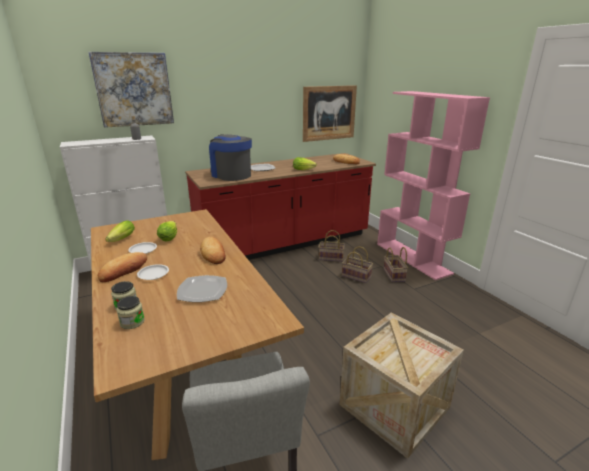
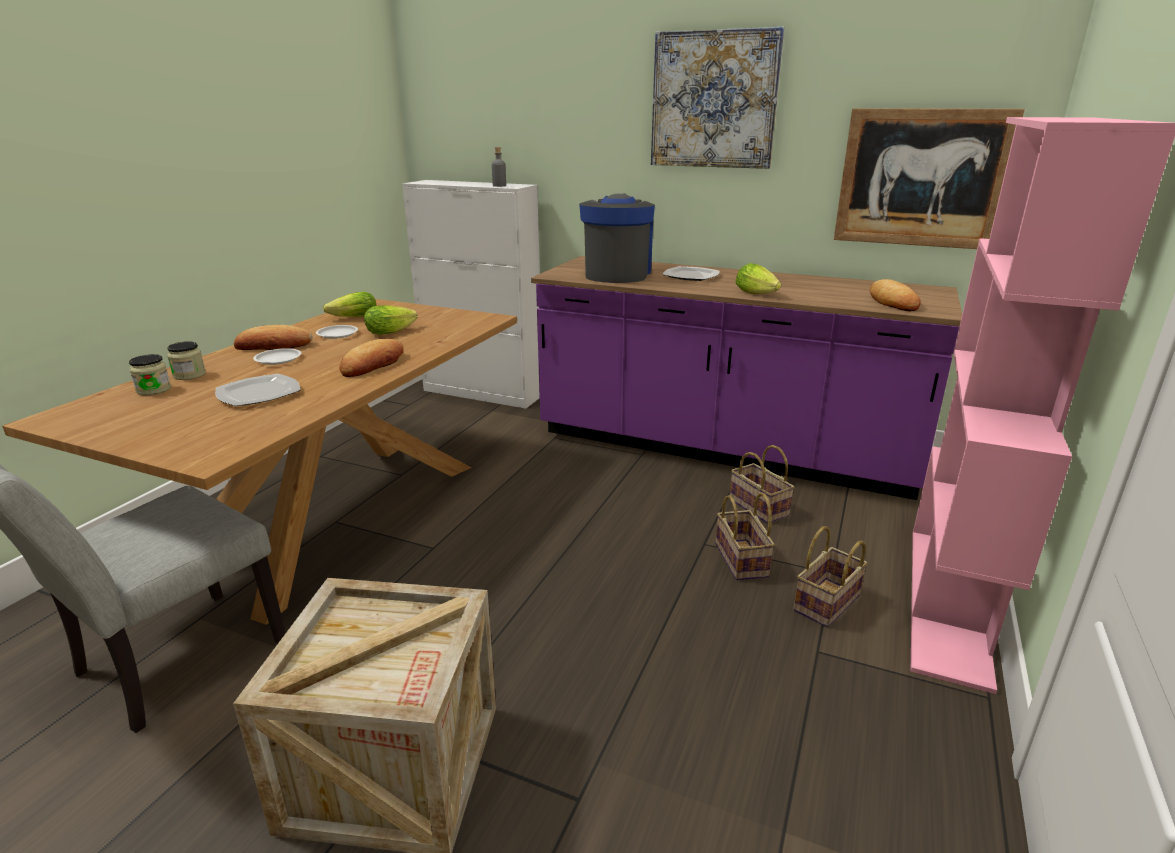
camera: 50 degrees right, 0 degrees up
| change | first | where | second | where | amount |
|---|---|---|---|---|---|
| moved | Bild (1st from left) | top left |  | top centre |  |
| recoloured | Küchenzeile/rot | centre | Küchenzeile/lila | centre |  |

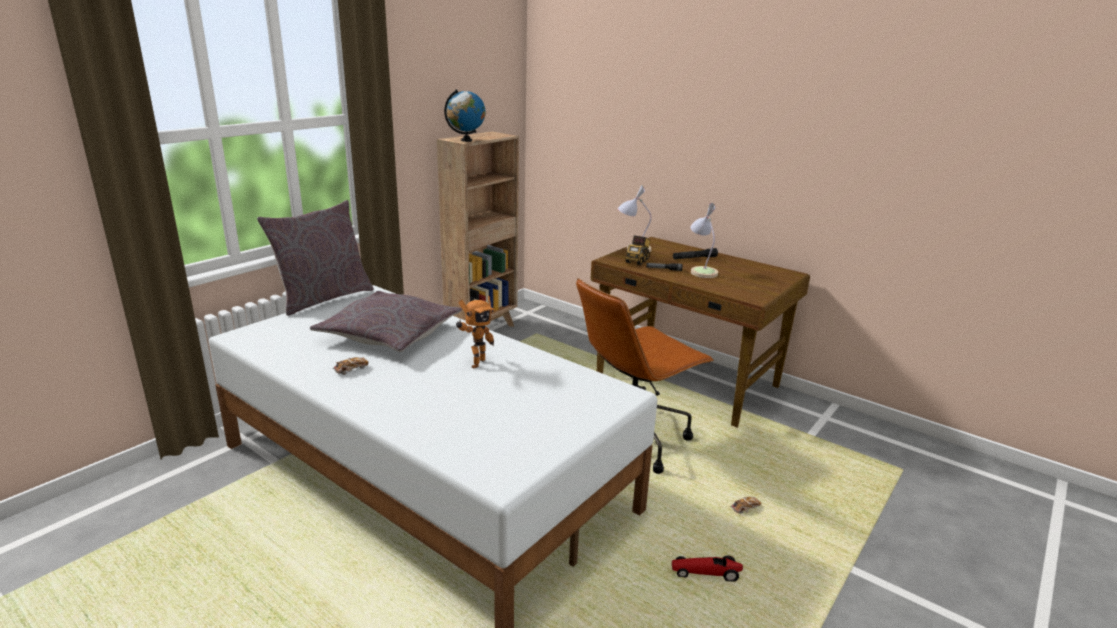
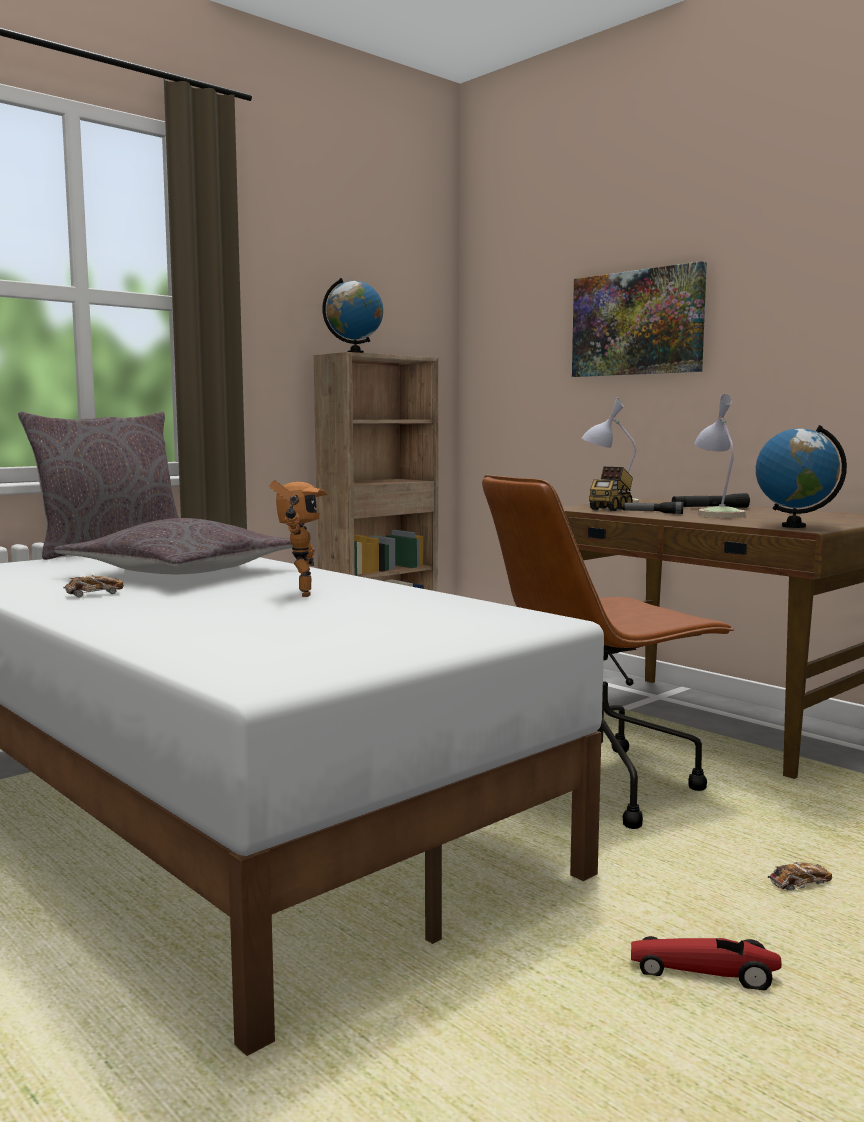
camera: 10 degrees right, 15 degrees down
| change | first | where | second | where | amount |
|---|---|---|---|---|---|
| turned | Spielzeugroboter | centre |  | centre | 45 degrees counterclockwise |
| added |  |  | Bild | top right |  |
| added |  |  | Globus (2nd from left) | middle right |  |

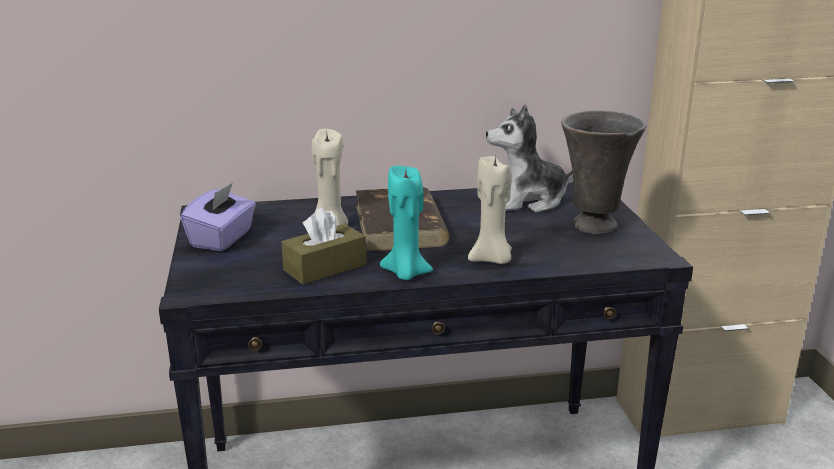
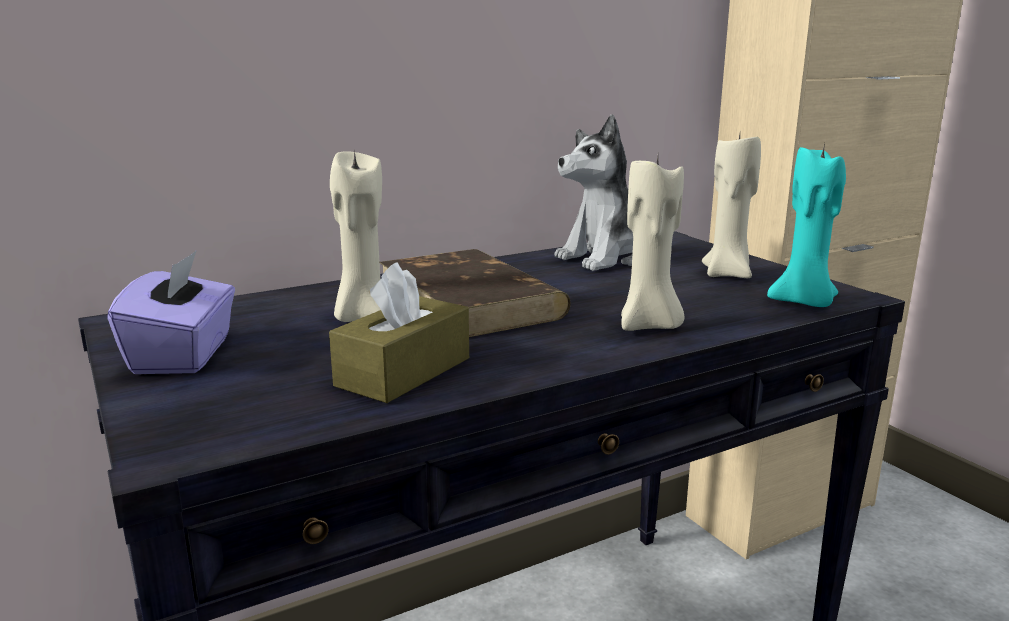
camera: 20 degrees left, 5 degrees down
| change | first | where | second | where | amount |
|---|---|---|---|---|---|
| moved | Kerze/türkis | centre |  | middle right |  |
| replaced | Vase/grau | middle right | Kerze/beige (3rd from left) | top right |  |

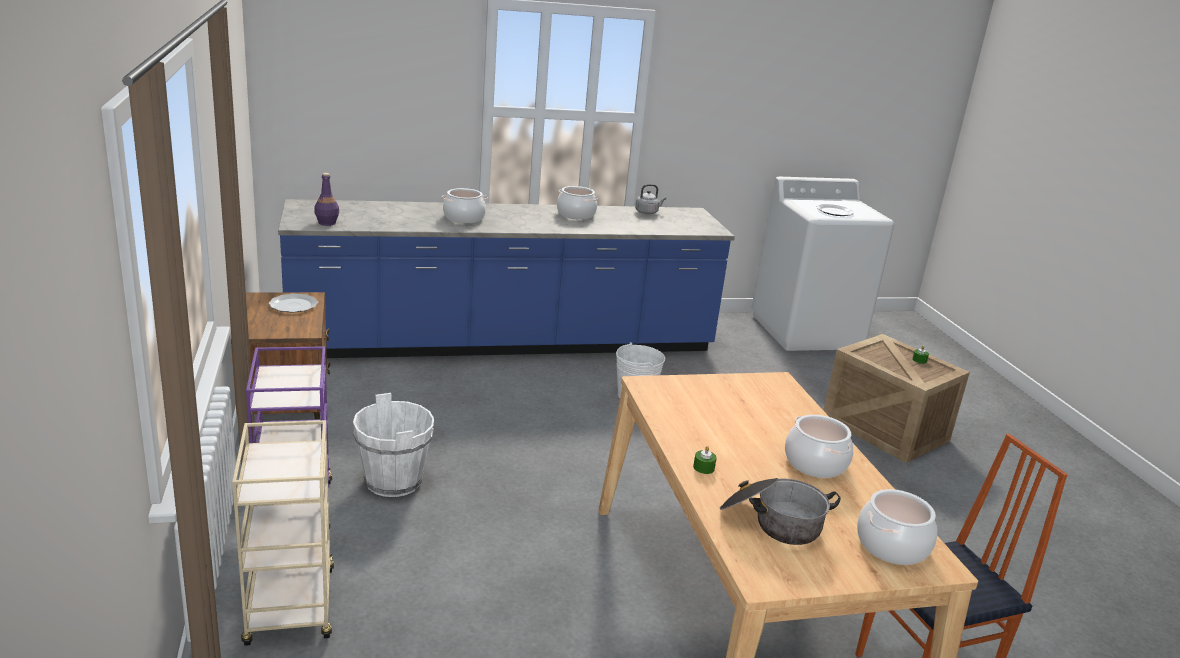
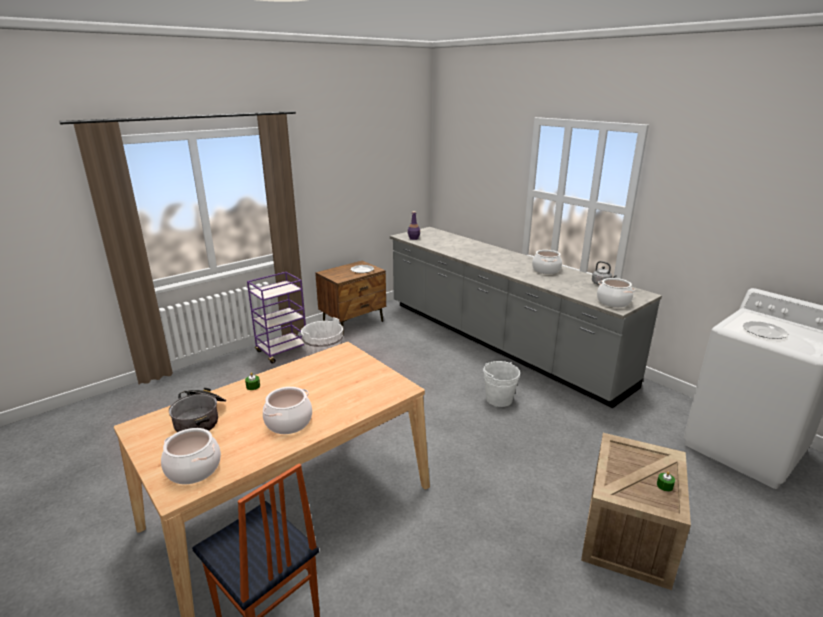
camera: 65 degrees right, 0 degrees up
| change | first | where | second | where | amount |
|---|---|---|---|---|---|
| removed | Rollwagen/beige | bottom left |  |  |  |
| recoloured | Küchenzeile/blau | centre | Küchenzeile/grau | centre |  |
| moved | Kochtopf (1st from left in the first image) | top centre | Kochtopf (5th from left) | middle right |  |

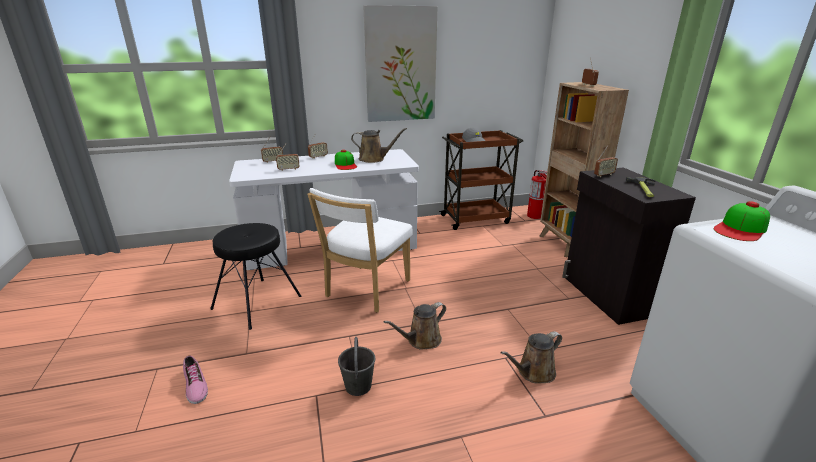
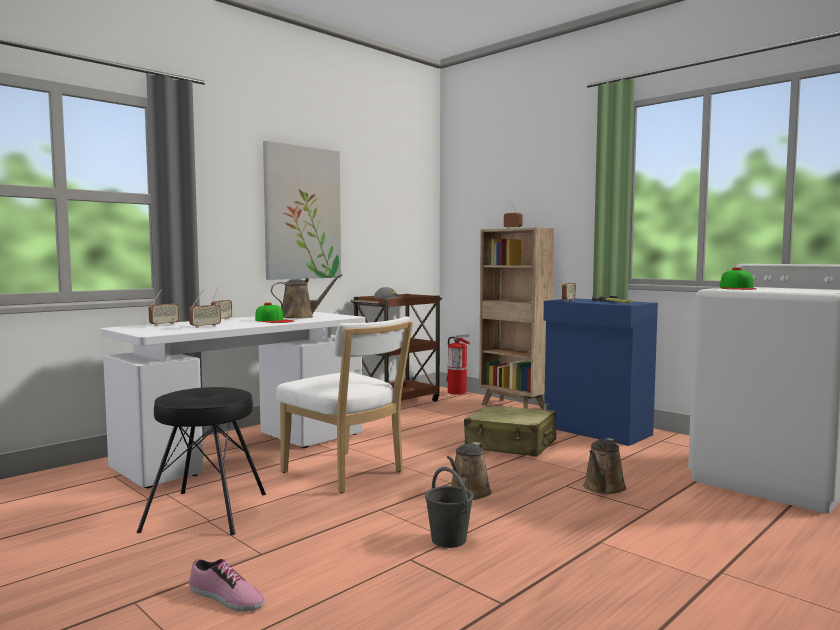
camera: 30 degrees left, 20 degrees down
| change | first | where | second | where | amount |
|---|---|---|---|---|---|
| turned | Stuhl/weiß | centre |  | centre | 45 degrees counterclockwise |
| recoloured | Schrank/schwarz | middle right | Schrank/blau | middle right |  |
| added |  |  | Koffer/beige | bottom centre |  |

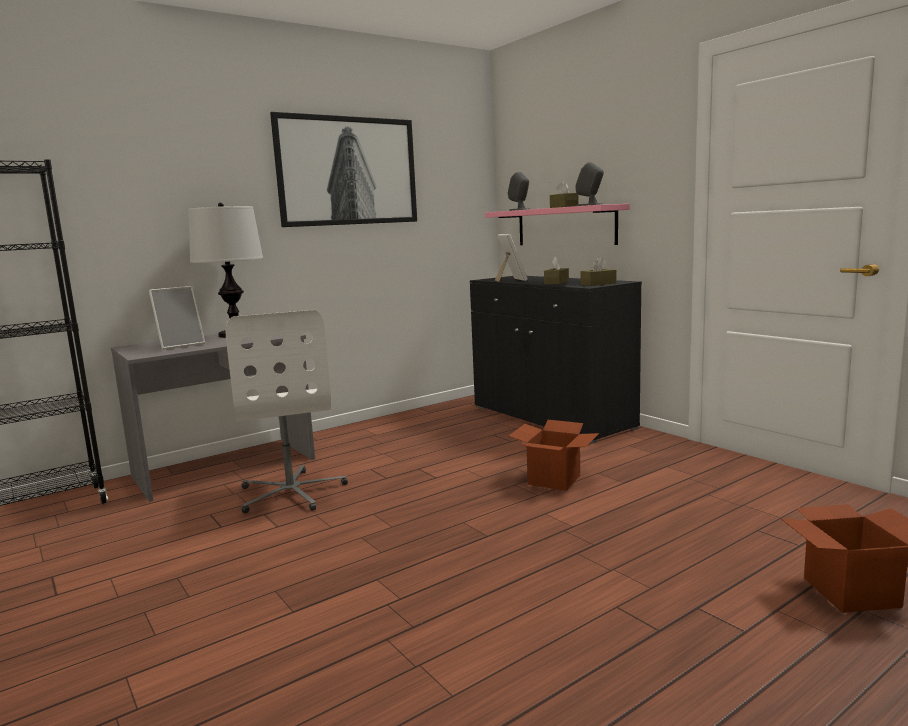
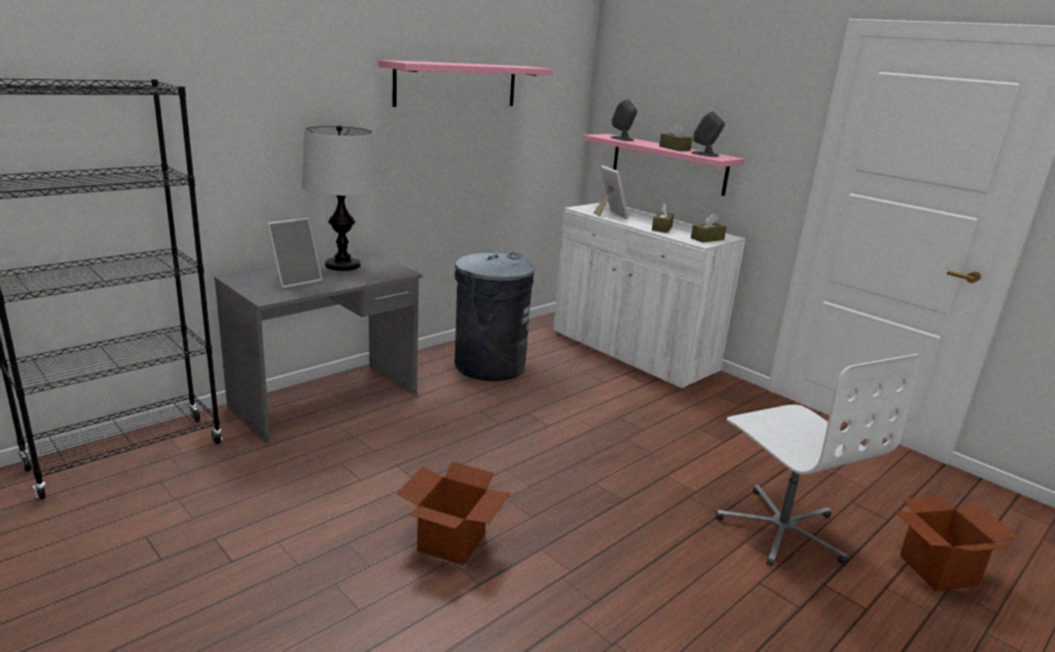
camera: 10 degrees left, 10 degrees up
| change | first | where | second | where | amount |
|---|---|---|---|---|---|
| moved | Bürostuhl/weiß | middle left |  | bottom right |  |
| replaced | Bild | top centre | Wandregal/rosa (1st from left) | top centre |  |
| recoloured | Schrank/schwarz | centre | Schrank/weiß | centre |  |
| moved | Karton (1st from left) | centre |  | bottom centre |  |
| added |  |  | Mülleimer/grau | centre |  |

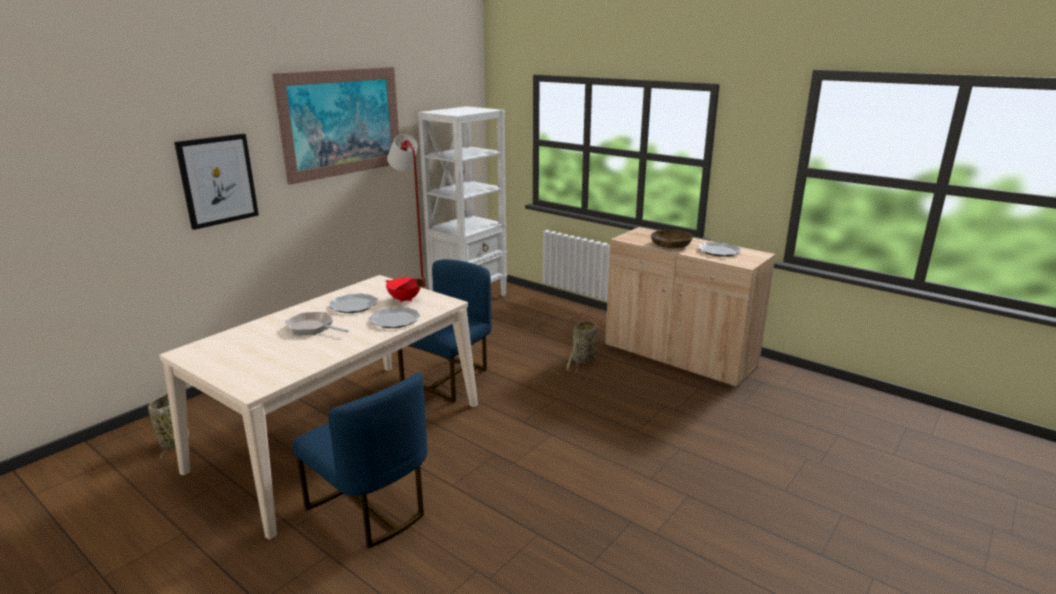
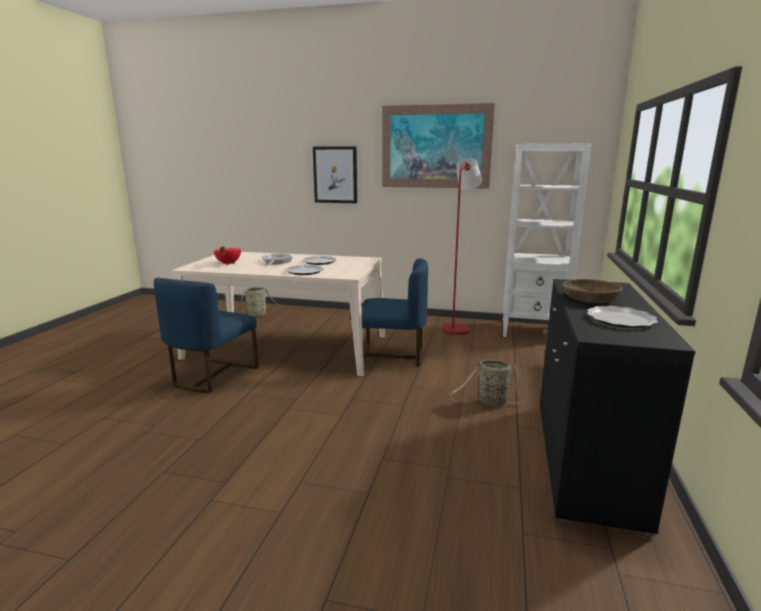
camera: 65 degrees right, 5 degrees down
| change | first | where | second | where | amount |
|---|---|---|---|---|---|
| moved | Kochtopf/rot | centre |  | middle left |  |
| recoloured | Schrank/beige | centre | Schrank/schwarz | bottom right |  |

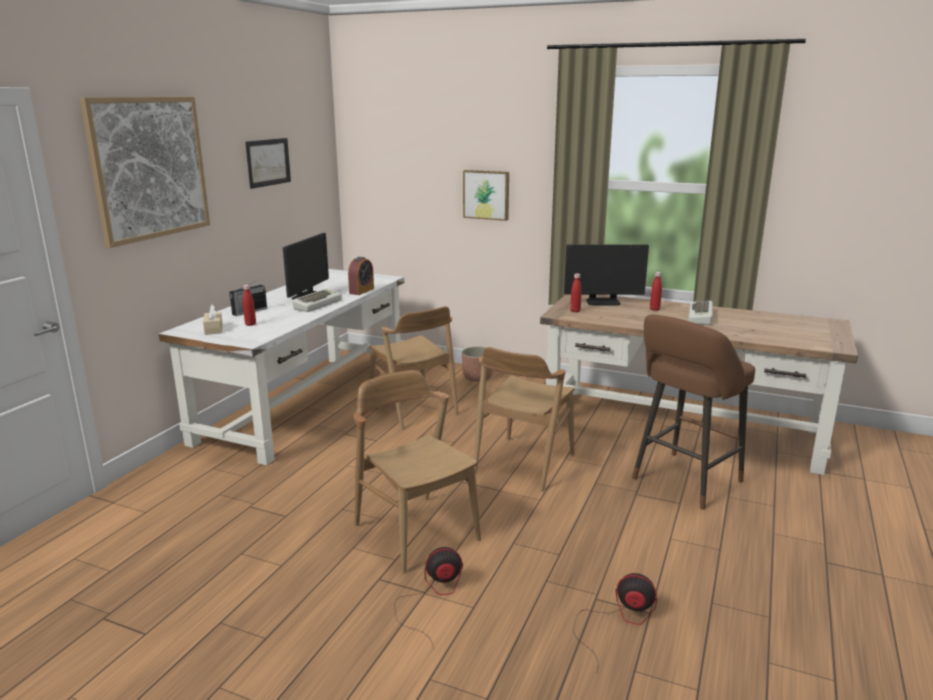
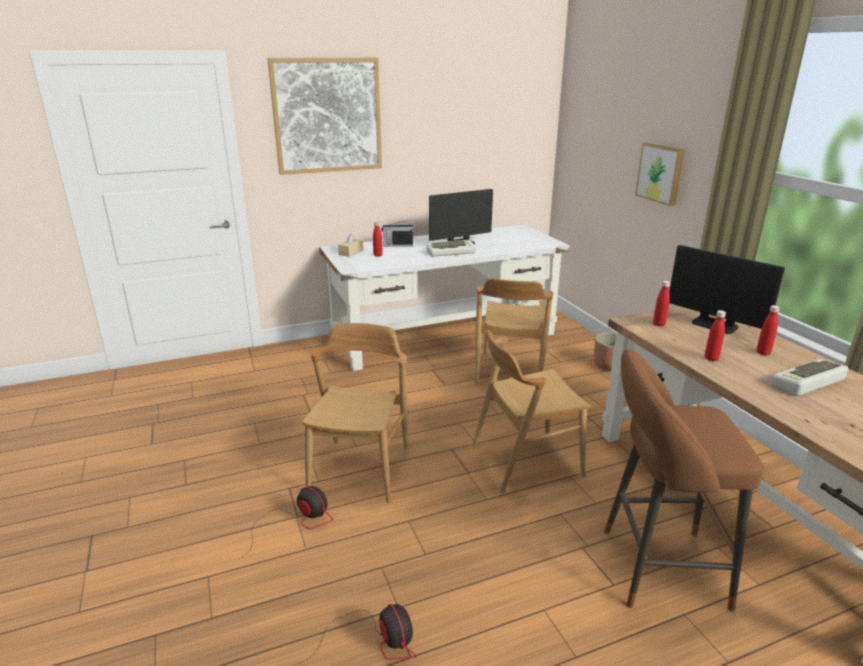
camera: 45 degrees right, 5 degrees up
| change | first | where | second | where | amount |
|---|---|---|---|---|---|
| removed | Bild (2nd from left) | top left |  |  |  |
| removed | Wecker | centre |  |  |  |
| added |  |  | Flasche/rot (3rd from left) | middle right |  |

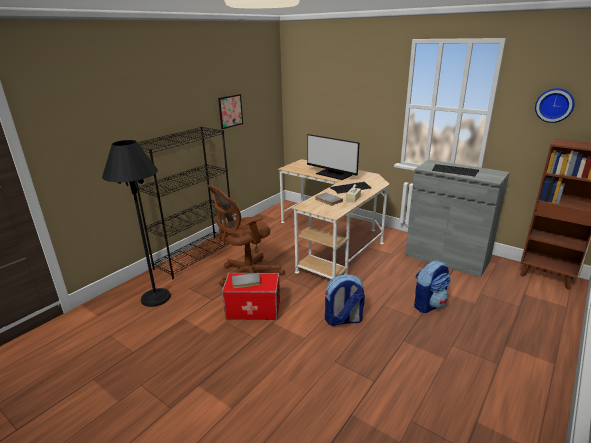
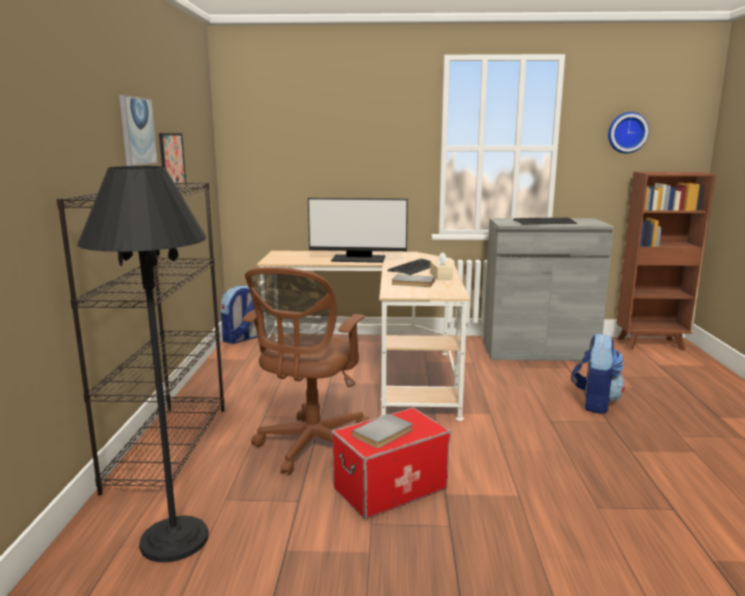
camera: 35 degrees left, 10 degrees down
| change | first | where | second | where | amount |
|---|---|---|---|---|---|
| moved | Rucksack (1st from left) | bottom centre |  | middle left |  |
| added |  |  | Bild (1st from left) | top left |  |

